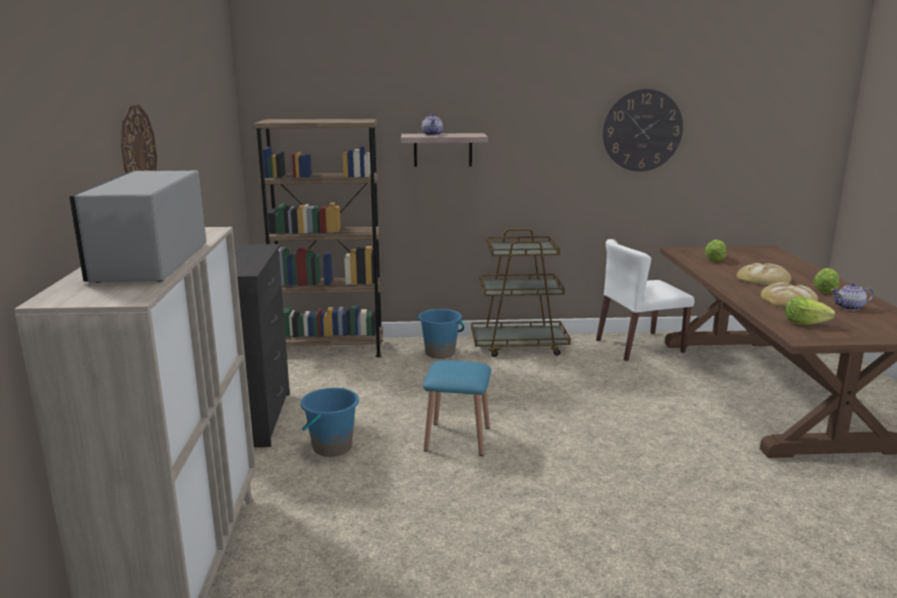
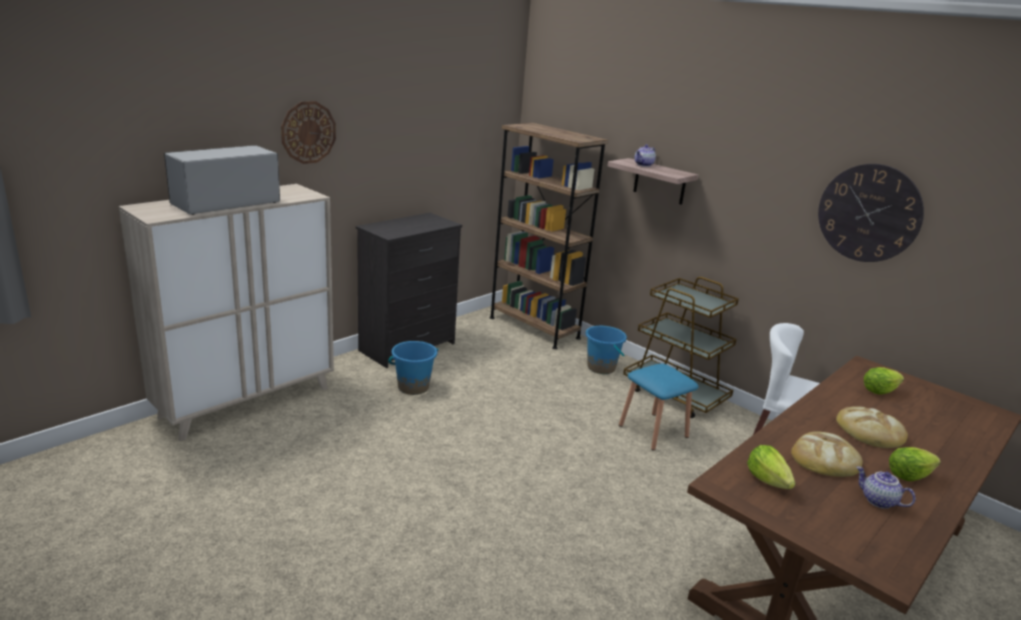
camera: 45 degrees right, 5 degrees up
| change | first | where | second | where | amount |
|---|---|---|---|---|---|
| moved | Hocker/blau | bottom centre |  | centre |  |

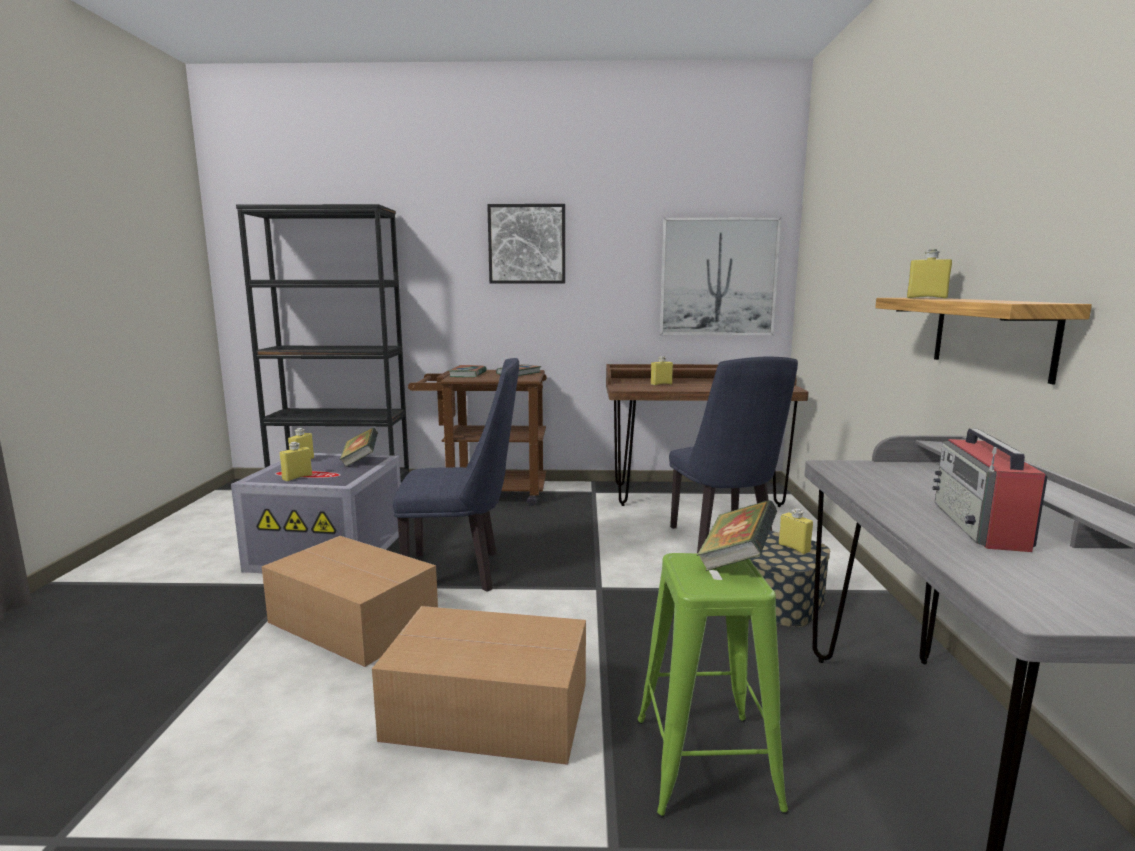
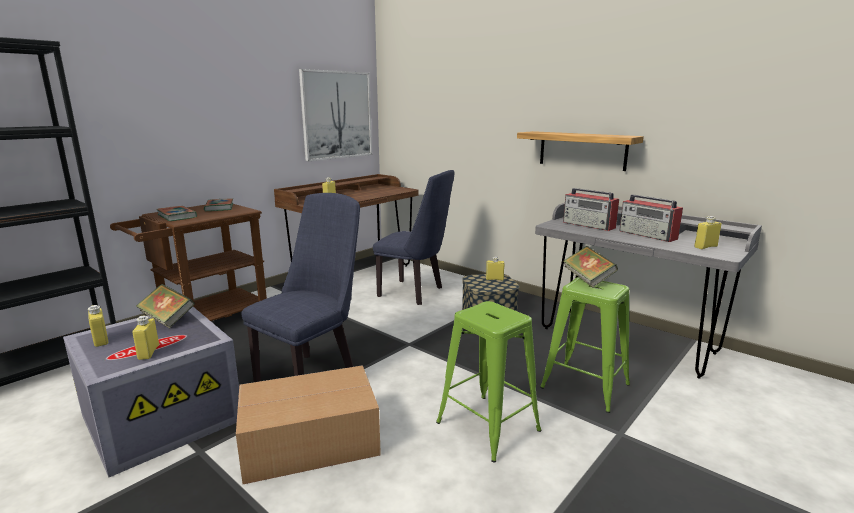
camera: 50 degrees left, 5 degrees up
| change | first | where | second | where | amount |
|---|---|---|---|---|---|
| replaced | Karton (2nd from left) | bottom centre | Hocker/grün (1st from left) | bottom centre |  |
| removed | Bild (1st from left) | top centre |  |  |  |
| moved | Flasche/gelb (5th from left) | top right |  | middle right |  |
| added |  |  | Radio (1st from left) | middle right |  |

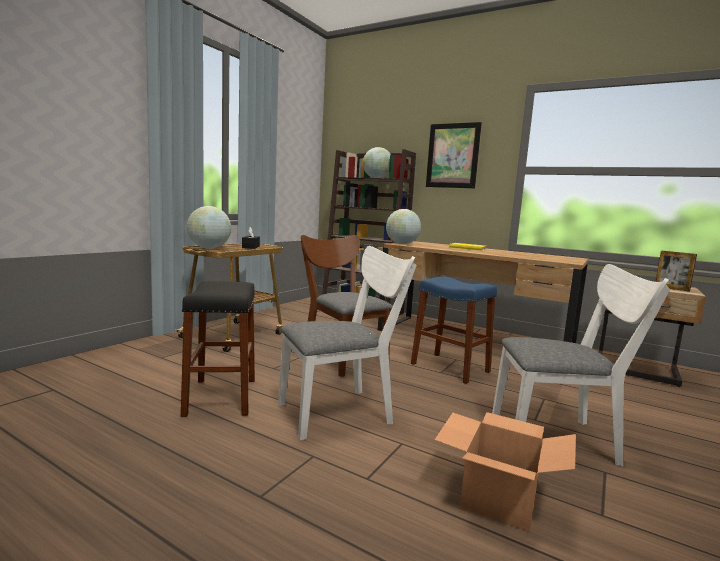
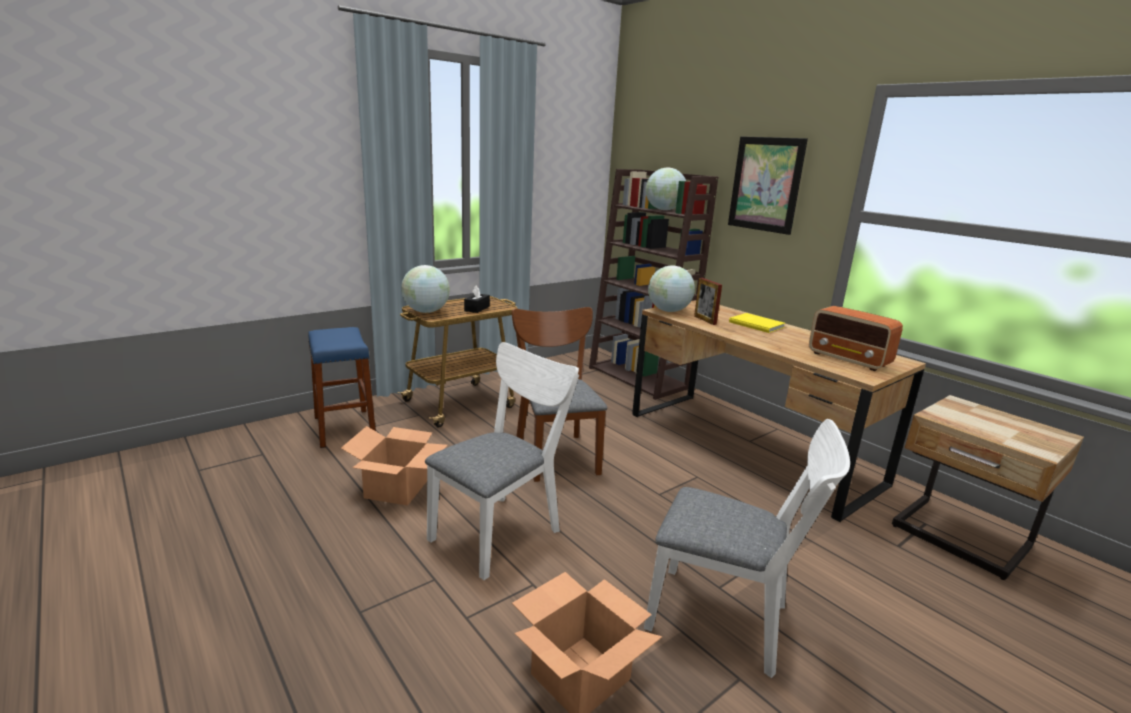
camera: 20 degrees right, 10 degrees up
| change | first | where | second | where | amount |
|---|---|---|---|---|---|
| replaced | Hocker/schwarz | middle left | Karton (1st from left) | centre |  |
| turned | Stuhl/weiß (1st from left) | centre |  | centre | 45 degrees counterclockwise |
| moved | Hocker/blau | centre |  | middle left |  |
| moved | Bilderrahmen | middle right |  | centre |  |
| added |  |  | Radio | middle right |  |

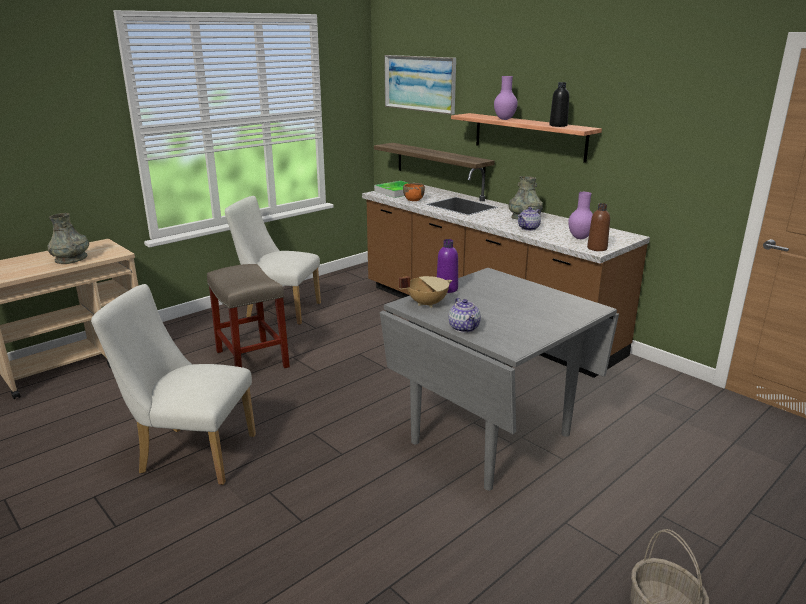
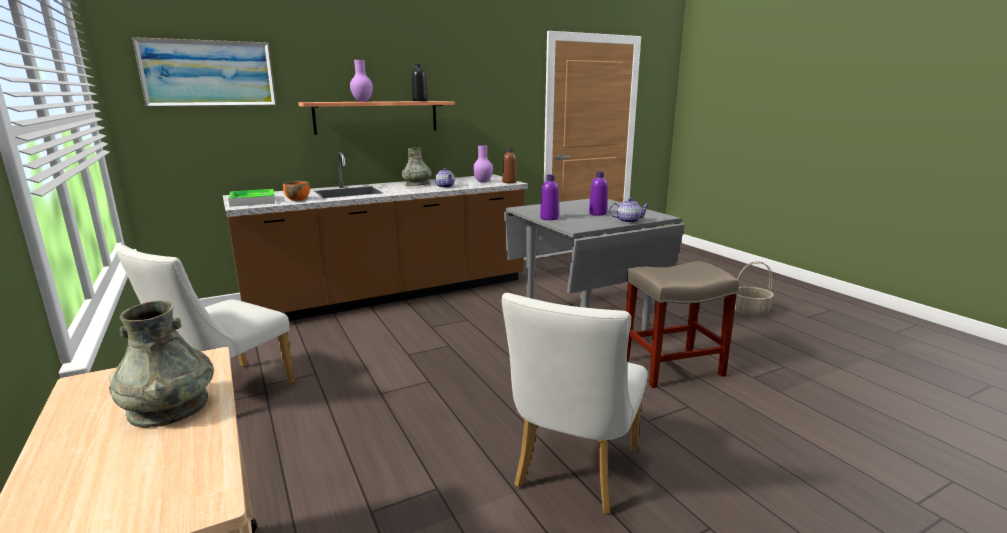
camera: 75 degrees left, 5 degrees down
| change | first | where | second | where | amount |
|---|---|---|---|---|---|
| moved | Hocker/beige | middle left |  | middle right |  |
| removed | Wandregal (1st from left) | top centre |  |  |  |
| removed | Kochtopf/beige | centre |  |  |  |
| added |  |  | Flasche/lila (2nd from left) | centre |  |

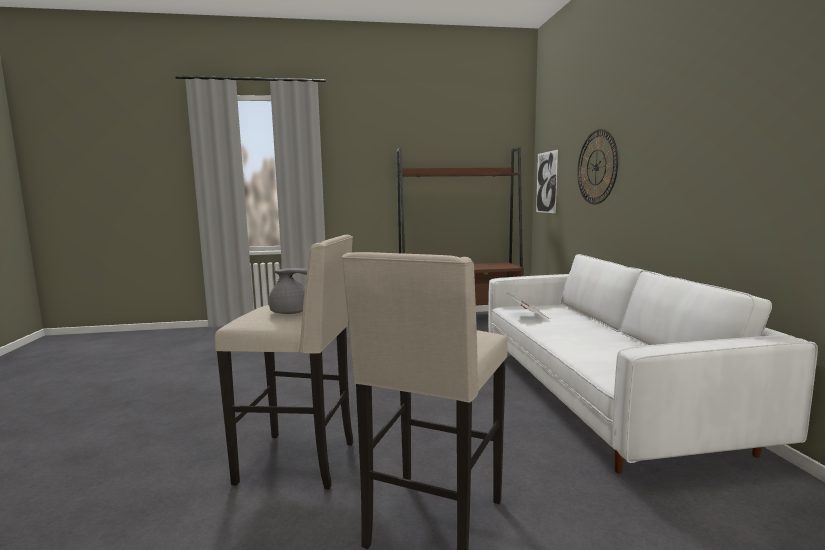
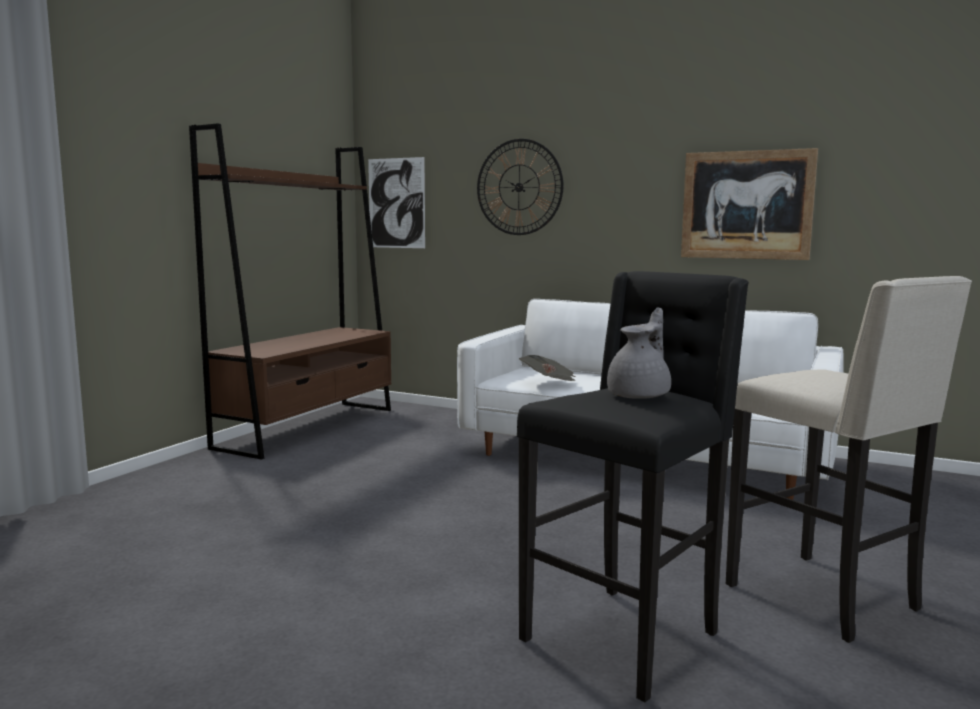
camera: 55 degrees left, 0 degrees up
| change | first | where | second | where | amount |
|---|---|---|---|---|---|
| recoloured | Hocker/beige (1st from left) | centre | Hocker/schwarz | bottom centre |  |
| added |  |  | Bild (2nd from left) | top right |  |

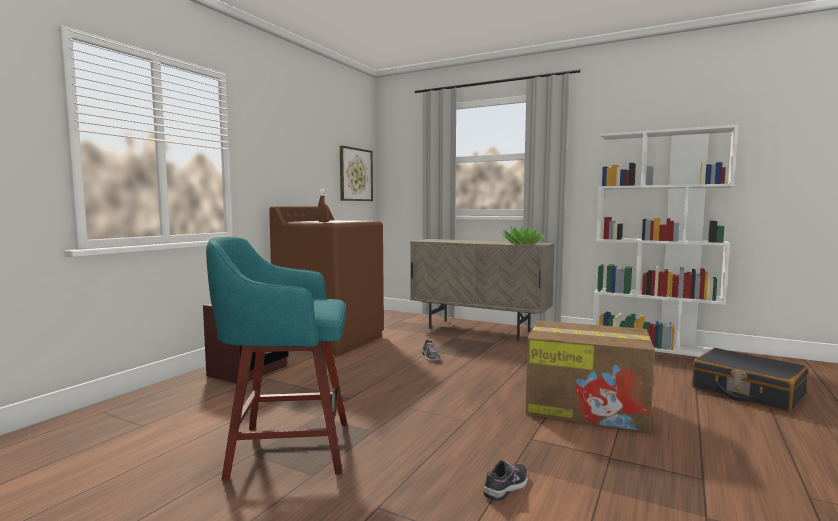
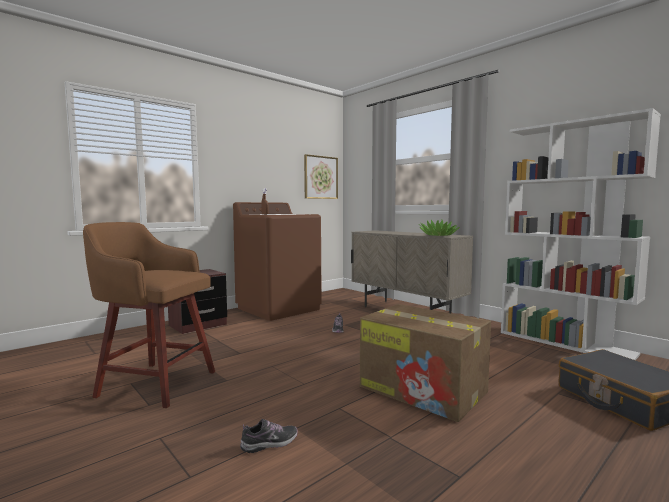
camera: 20 degrees right, 0 degrees up
| change | first | where | second | where | amount |
|---|---|---|---|---|---|
| recoloured | Hocker/türkis | bottom left | Hocker/braun | middle left |  |

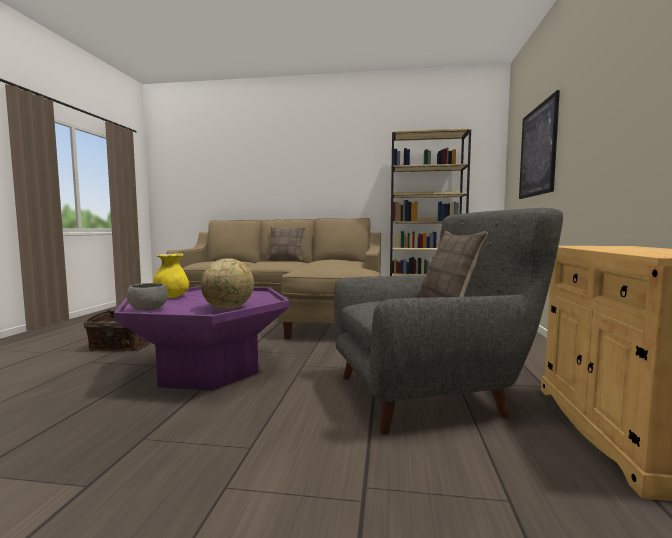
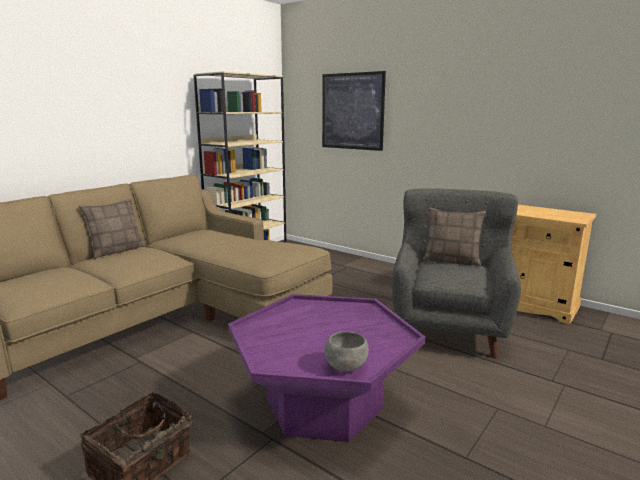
camera: 60 degrees left, 10 degrees up
| change | first | where | second | where | amount |
|---|---|---|---|---|---|
| removed | Vase/gelb | middle left |  |  |  |
| removed | Globus | centre |  |  |  |

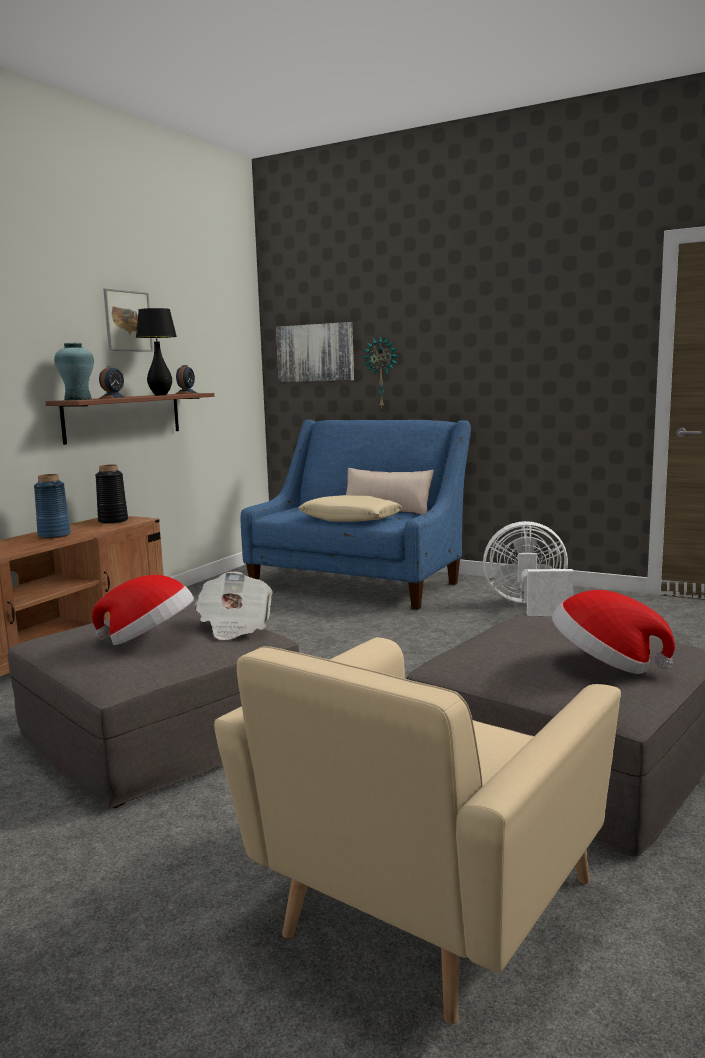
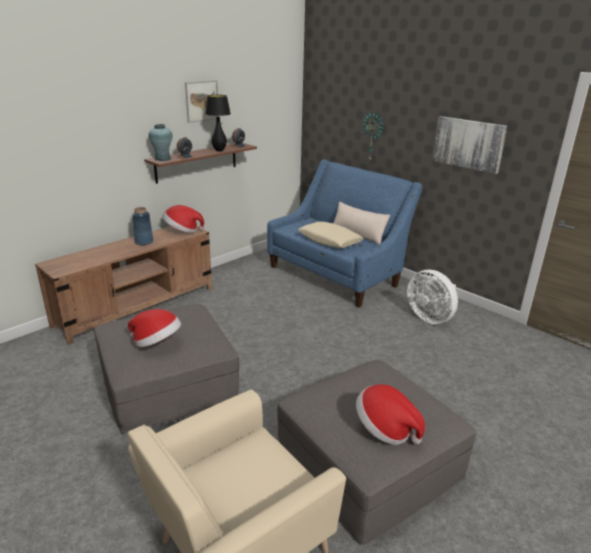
camera: 15 degrees right, 15 degrees up
| change | first | where | second | where | amount |
|---|---|---|---|---|---|
| replaced | Vase/schwarz | middle left | Hut (2nd from left) | middle left |  |
| removed | Zeitung | middle left |  |  |  |
| moved | Bild (2nd from left) | top centre |  | top right |  |
| turned | Ventilator/weiß | middle right |  | middle right | 150 degrees counterclockwise |

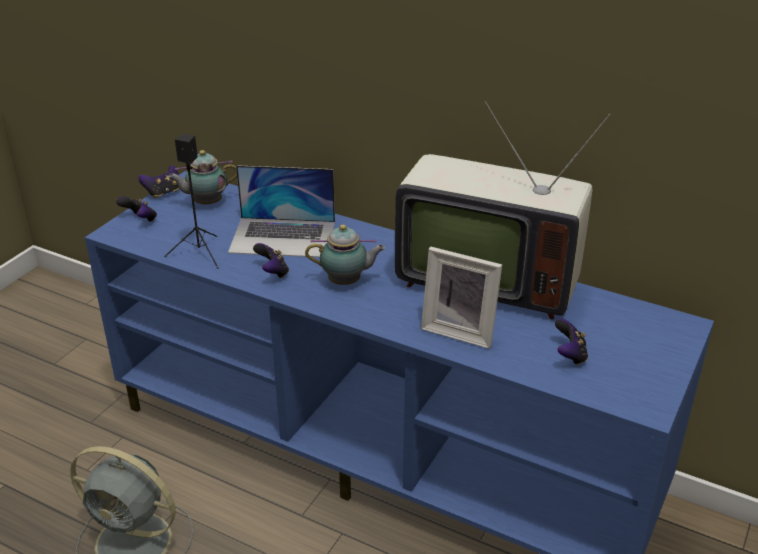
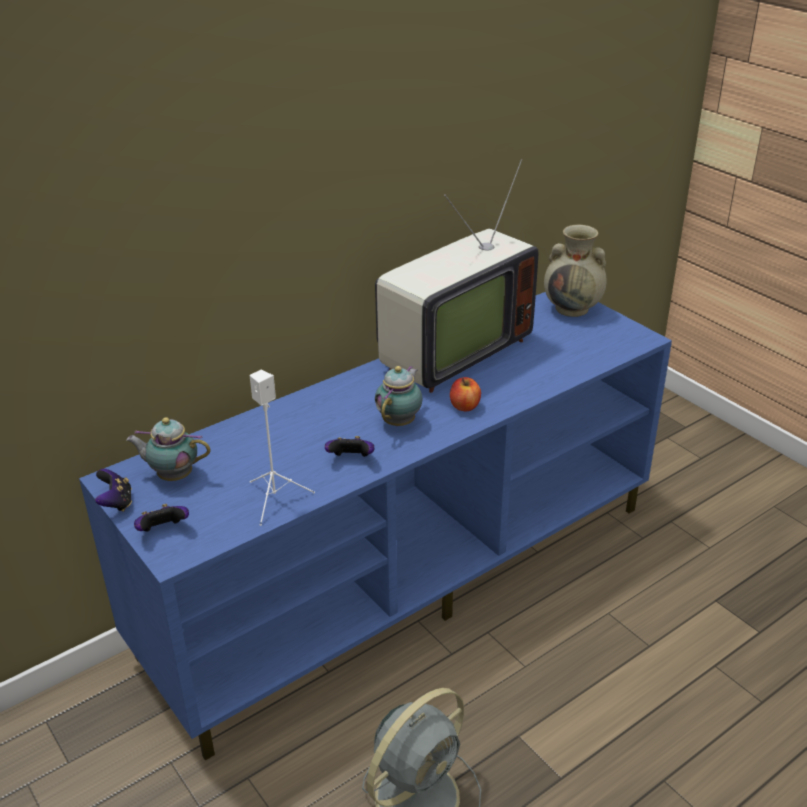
camera: 65 degrees left, 0 degrees up
| change | first | where | second | where | amount |
|---|---|---|---|---|---|
| recoloured | Lautsprecher/schwarz | middle left | Lautsprecher/weiß | centre |  |
| turned | Teekanne (1st from left) | top left |  | middle left | 90 degrees clockwise |
| removed | Laptop | centre |  |  |  |
| removed | Bilderrahmen | centre |  |  |  |
| removed | Gamepad (4th from left) | middle right |  |  |  |
| added |  |  | Apfel | centre |  |
| added |  |  | Vase/beige | middle right |  |

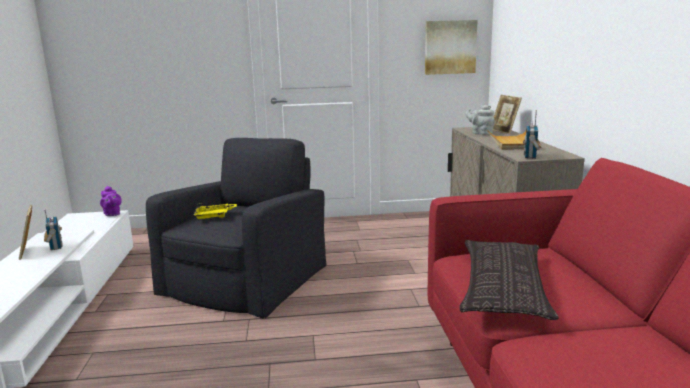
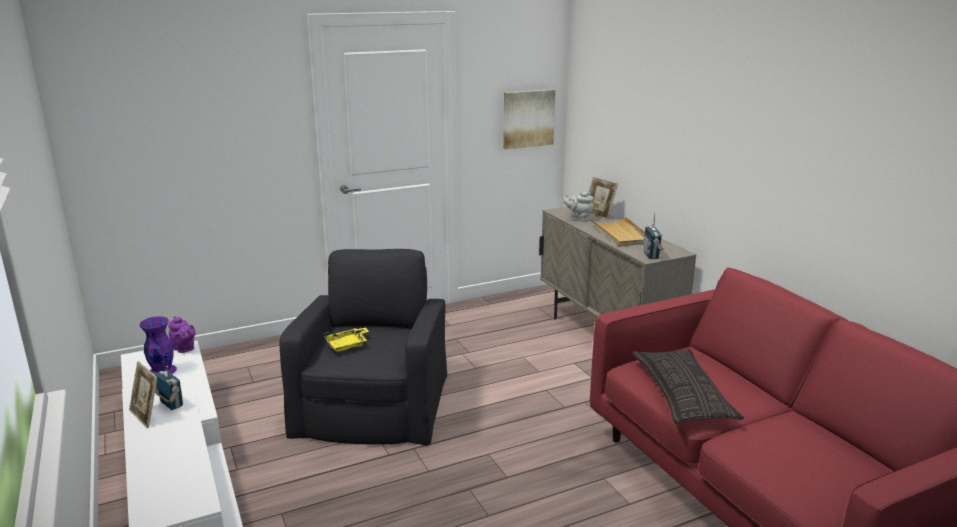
camera: 20 degrees left, 5 degrees up
| change | first | where | second | where | amount |
|---|---|---|---|---|---|
| added |  |  | Vase/lila | middle left |  |

